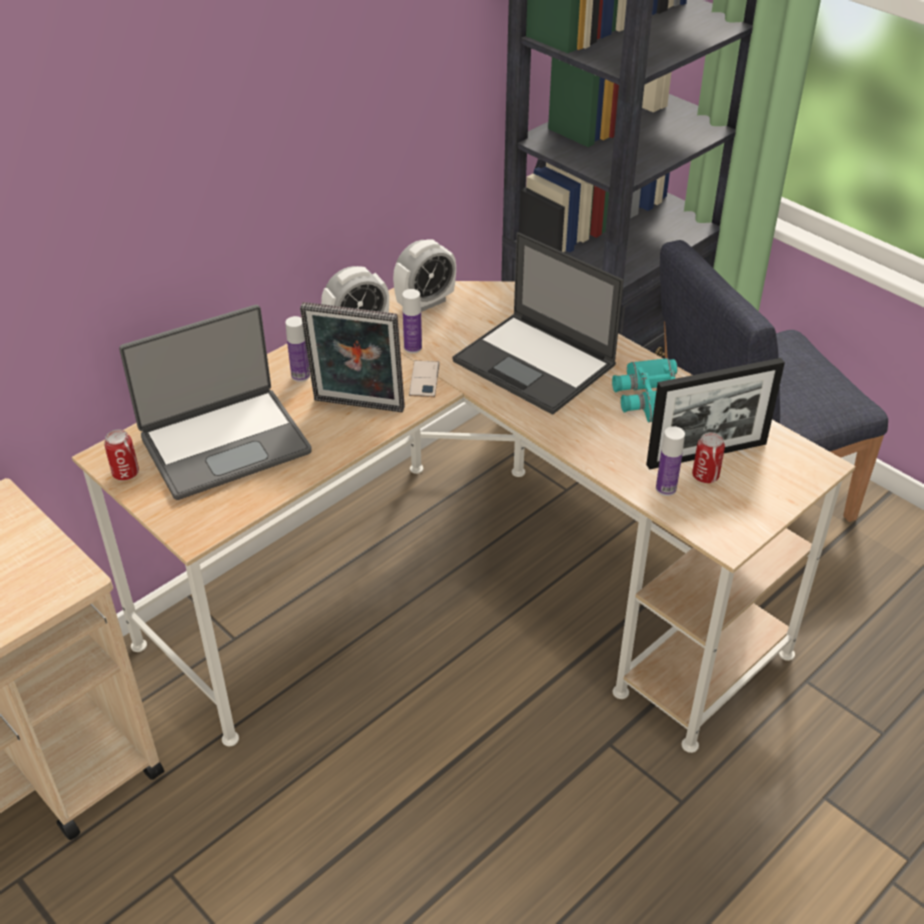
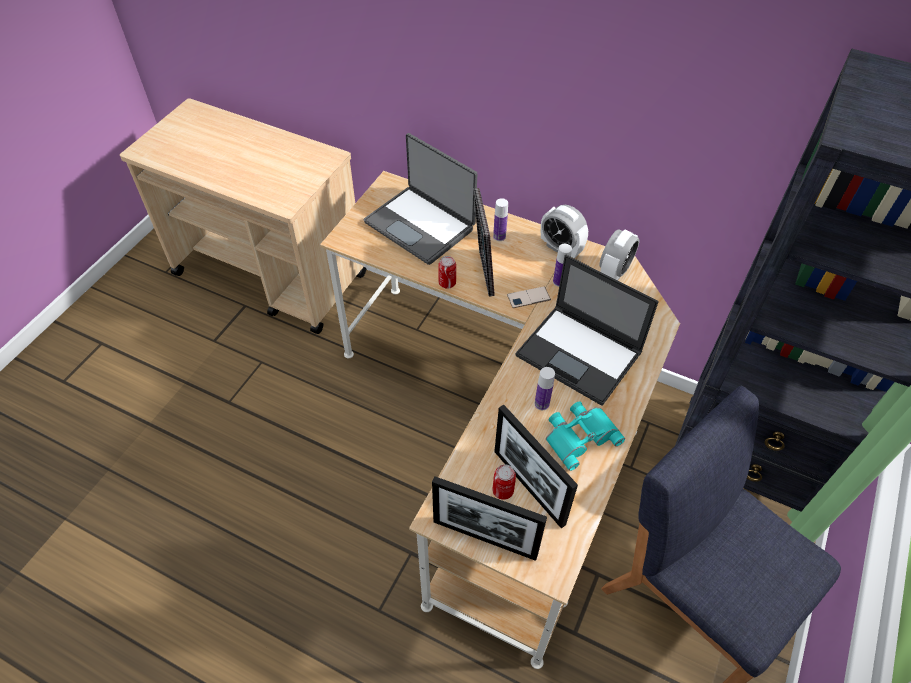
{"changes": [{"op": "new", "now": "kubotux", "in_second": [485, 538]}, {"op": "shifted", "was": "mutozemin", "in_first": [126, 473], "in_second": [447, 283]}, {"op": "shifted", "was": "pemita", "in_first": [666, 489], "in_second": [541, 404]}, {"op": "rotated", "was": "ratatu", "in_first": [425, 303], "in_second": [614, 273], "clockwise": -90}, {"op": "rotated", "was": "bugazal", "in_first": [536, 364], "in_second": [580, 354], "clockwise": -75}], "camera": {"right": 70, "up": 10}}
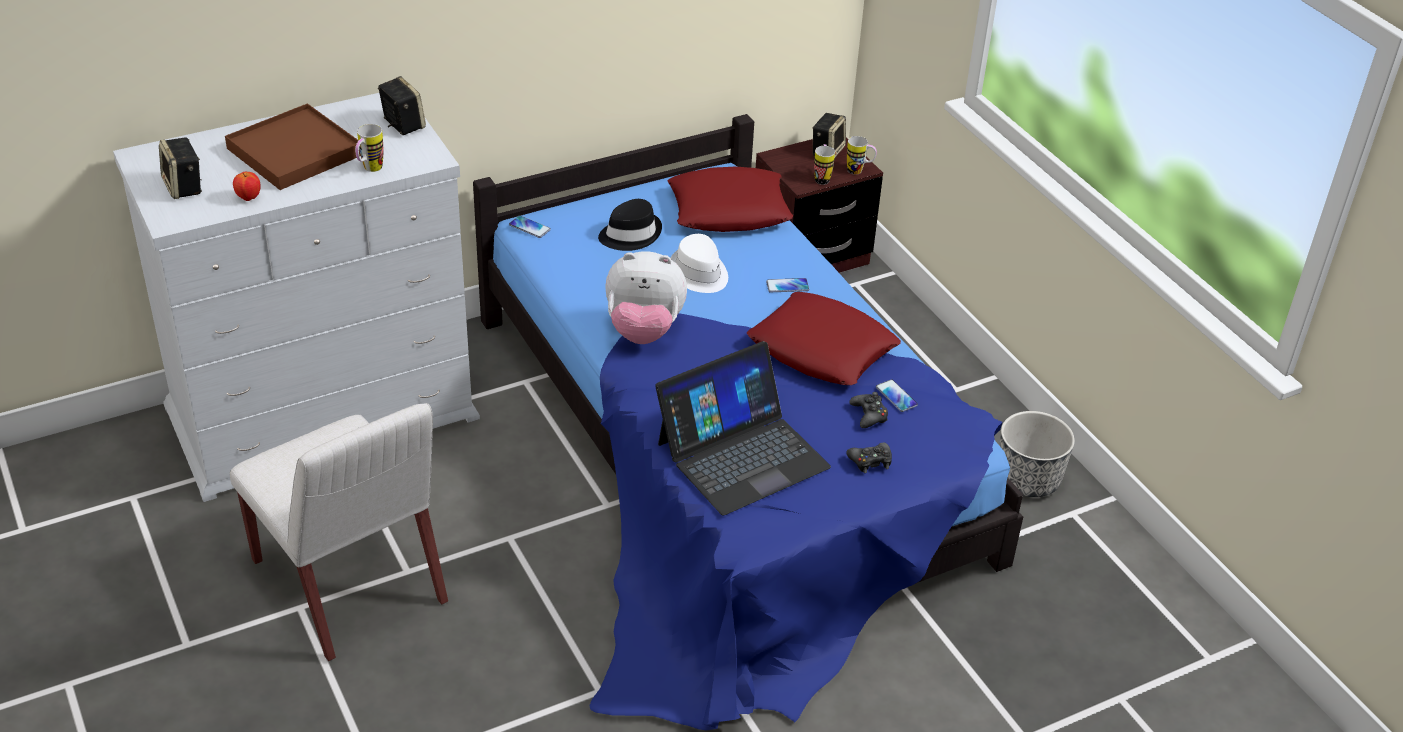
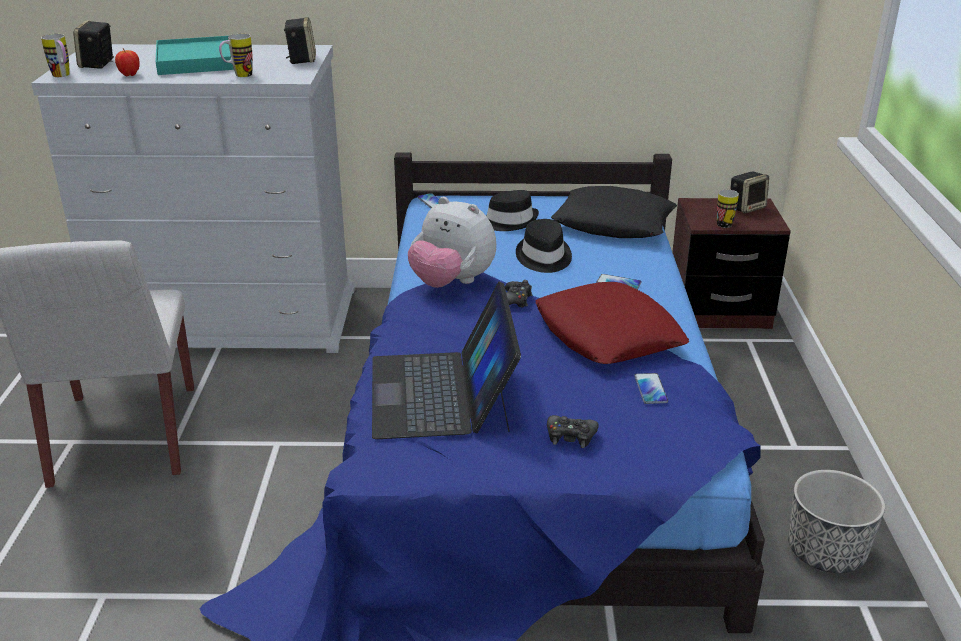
{"changes": [{"op": "shifted", "was": "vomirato", "in_first": [859, 171], "in_second": [63, 76]}, {"op": "shifted", "was": "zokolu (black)", "in_first": [869, 415], "in_second": [515, 300]}, {"op": "repainted", "was": "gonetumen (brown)", "now": "gonetumen (turquoise)", "in_first": [294, 152], "in_second": [201, 60]}, {"op": "repainted", "was": "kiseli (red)", "now": "kiseli (black)", "in_first": [729, 210], "in_second": [613, 223]}, {"op": "repainted", "was": "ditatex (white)", "now": "ditatex (black)", "in_first": [698, 273], "in_second": [543, 257]}, {"op": "rotated", "was": "bugazal", "in_first": [742, 454], "in_second": [441, 393], "clockwise": 90}], "camera": {"right": 30, "up": -10}}
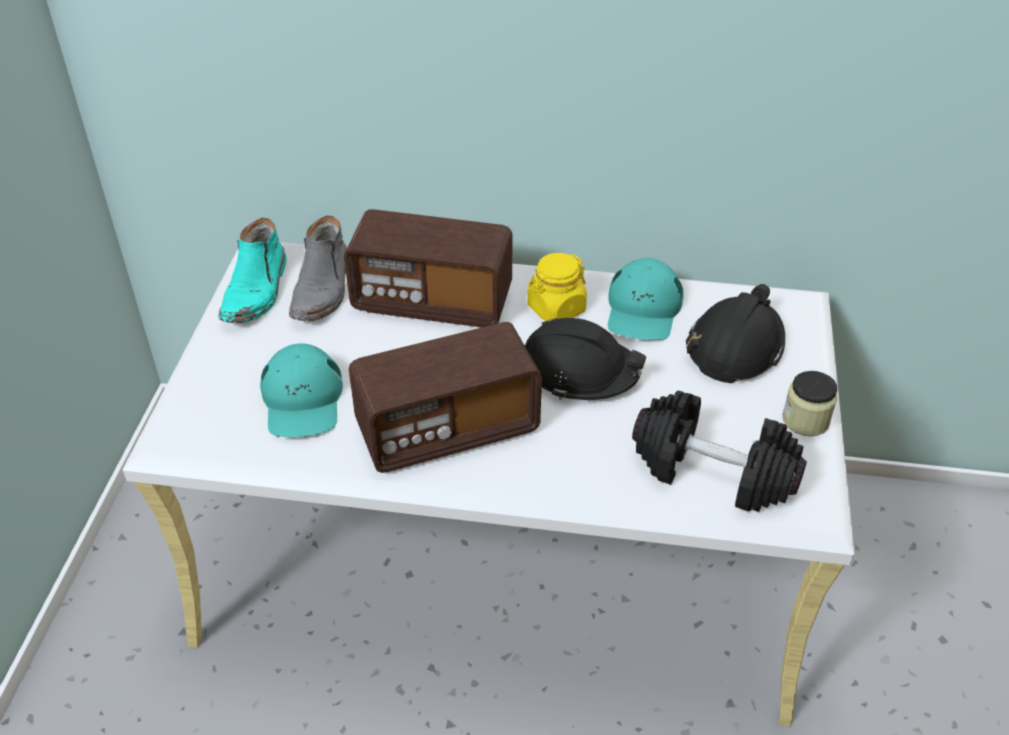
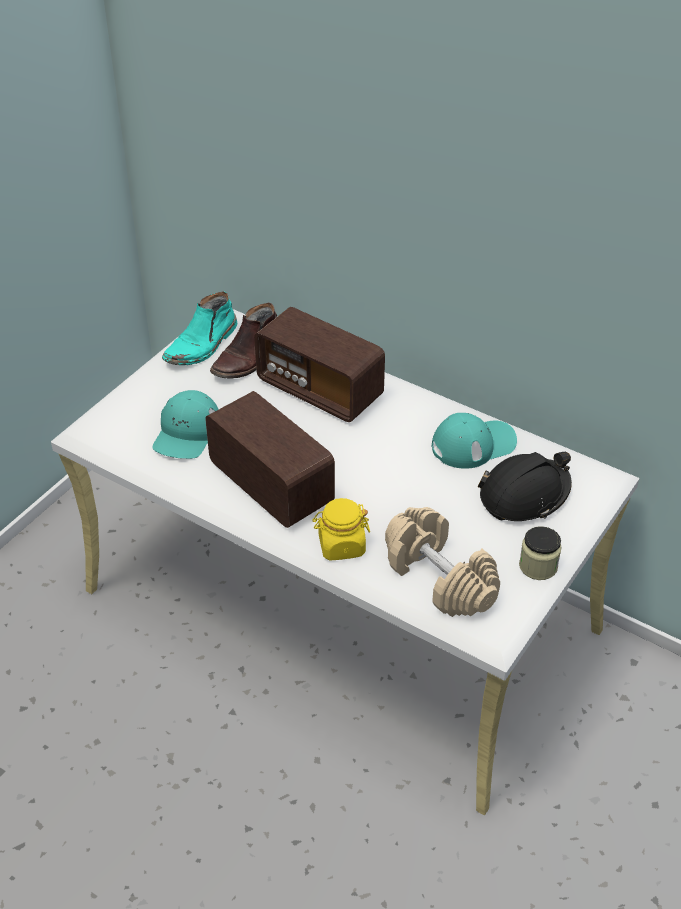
{"changes": [{"op": "gone", "was": "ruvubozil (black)", "in_first": [579, 372]}, {"op": "shifted", "was": "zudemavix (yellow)", "in_first": [556, 309], "in_second": [341, 545]}, {"op": "repainted", "was": "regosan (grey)", "now": "regosan (brown)", "in_first": [323, 289], "in_second": [248, 357]}, {"op": "repainted", "was": "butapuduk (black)", "now": "butapuduk (beige)", "in_first": [712, 472], "in_second": [438, 578]}, {"op": "rotated", "was": "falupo", "in_first": [447, 430], "in_second": [270, 485], "clockwise": -135}, {"op": "rotated", "was": "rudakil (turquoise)", "in_first": [643, 309], "in_second": [473, 444], "clockwise": -150}], "camera": {"right": 25, "up": 0}}
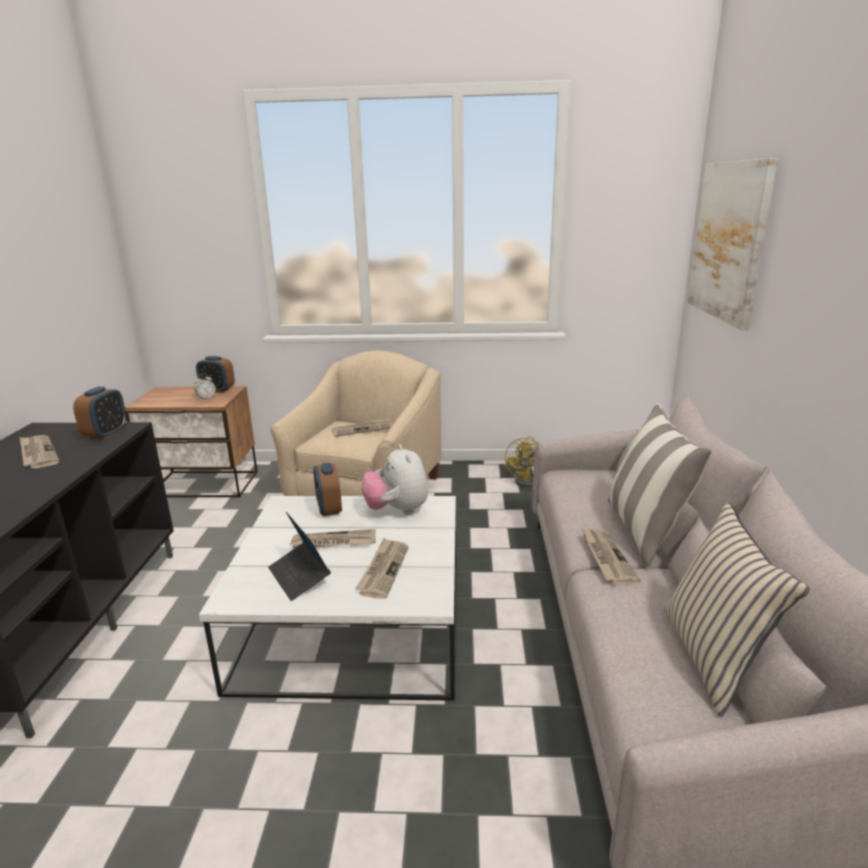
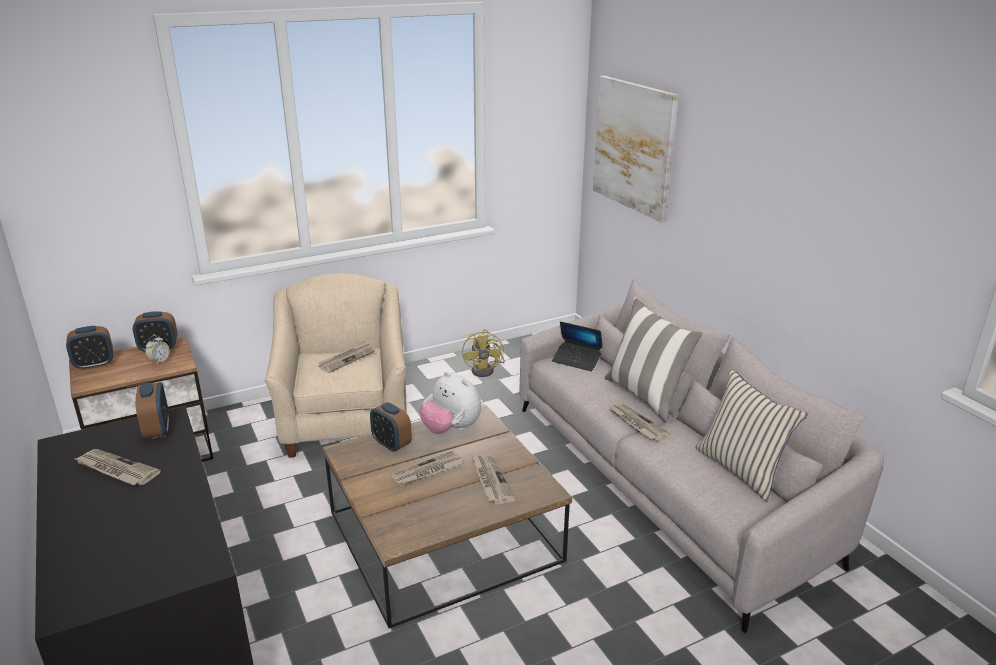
{"changes": [{"op": "new", "now": "ratatu", "in_second": [94, 364]}, {"op": "shifted", "was": "bugazal", "in_first": [299, 577], "in_second": [577, 360]}, {"op": "repainted", "was": "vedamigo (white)", "now": "vedamigo (brown)", "in_first": [355, 625], "in_second": [446, 536]}], "camera": {"right": -30, "up": 5}}
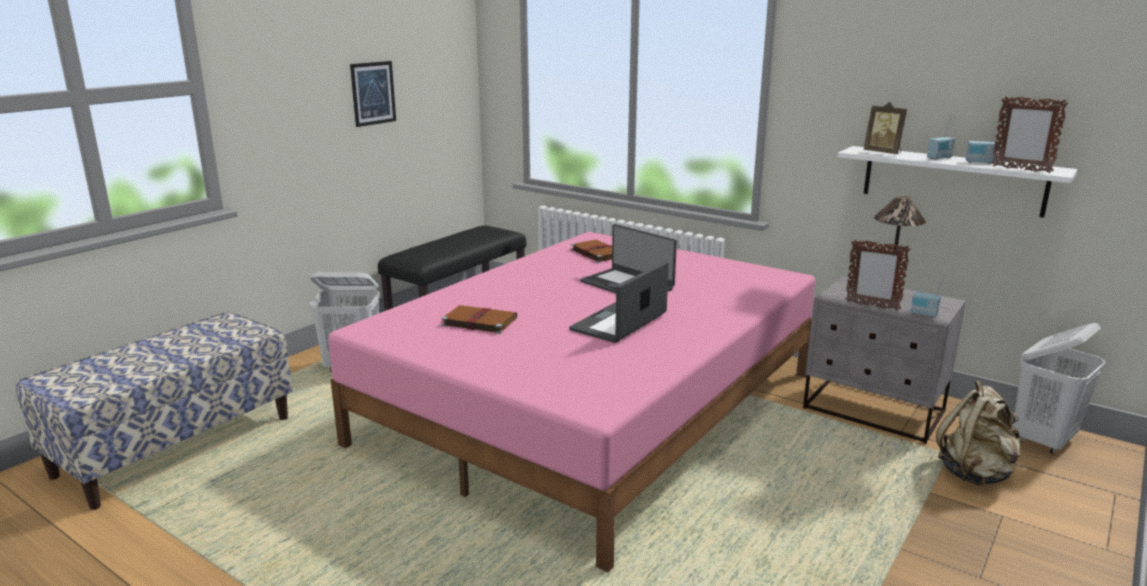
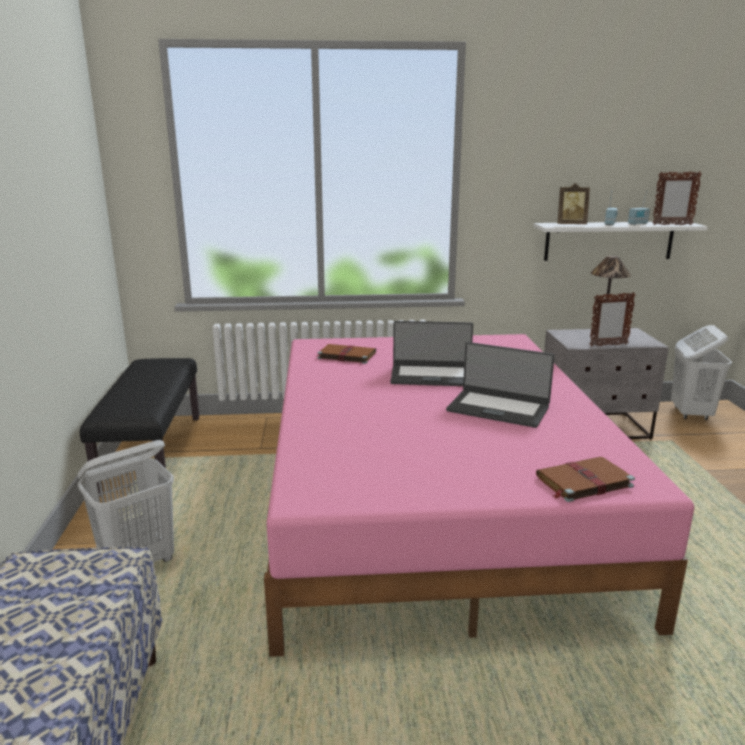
{"changes": [{"op": "gone", "was": "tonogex", "in_first": [373, 93]}, {"op": "gone", "was": "falupo", "in_first": [923, 314]}, {"op": "gone", "was": "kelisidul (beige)", "in_first": [975, 473]}, {"op": "shifted", "was": "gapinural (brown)", "in_first": [478, 321], "in_second": [582, 482]}, {"op": "rotated", "was": "bugazal", "in_first": [620, 322], "in_second": [498, 408], "clockwise": -60}], "camera": {"right": -40, "up": 0}}
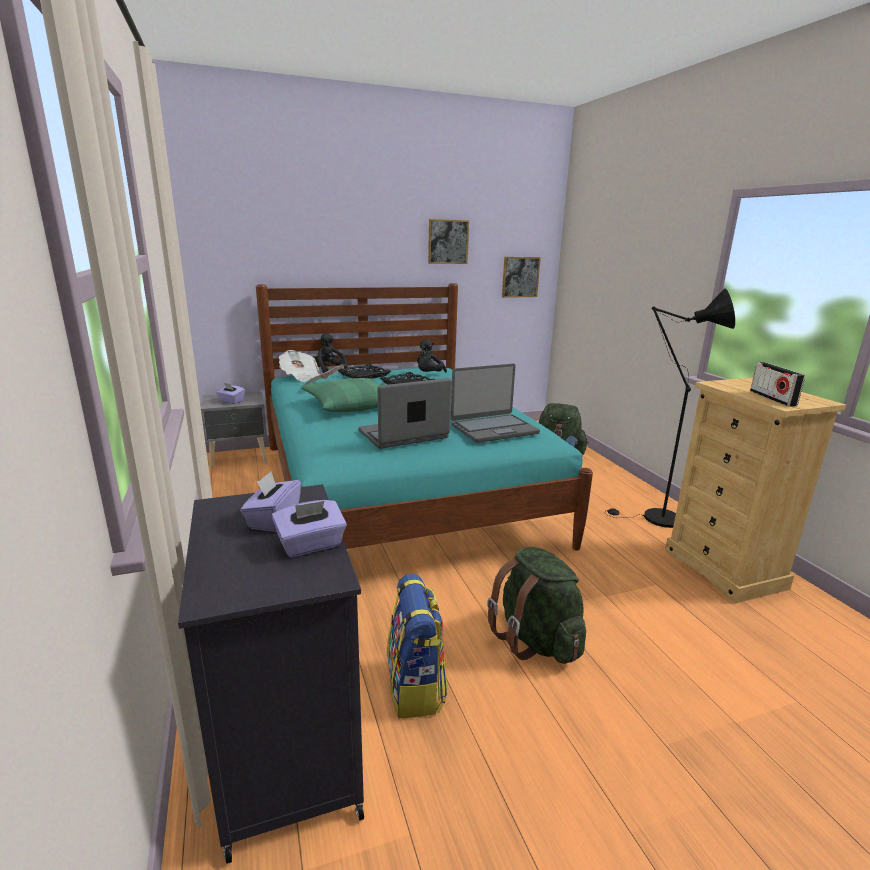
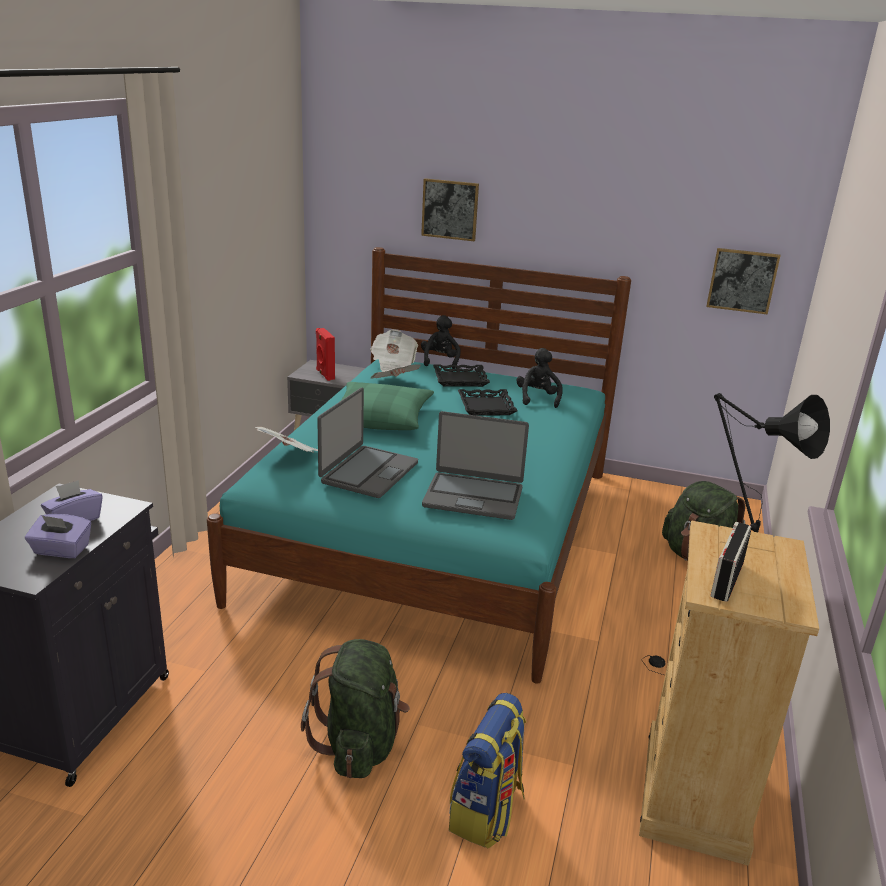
{"changes": [{"op": "new", "now": "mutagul", "in_second": [289, 455]}, {"op": "shifted", "was": "kelisidul", "in_first": [416, 687], "in_second": [487, 812]}, {"op": "shifted", "was": "tonogex", "in_first": [448, 242], "in_second": [450, 209]}, {"op": "swapped", "was": "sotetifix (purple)", "now": "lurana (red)", "in_first": [231, 401], "in_second": [324, 375]}, {"op": "rotated", "was": "bugazal", "in_first": [403, 435], "in_second": [368, 472], "clockwise": 105}, {"op": "rotated", "was": "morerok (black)", "in_first": [429, 375], "in_second": [537, 398], "clockwise": 120}], "camera": {"right": 35, "up": 5}}
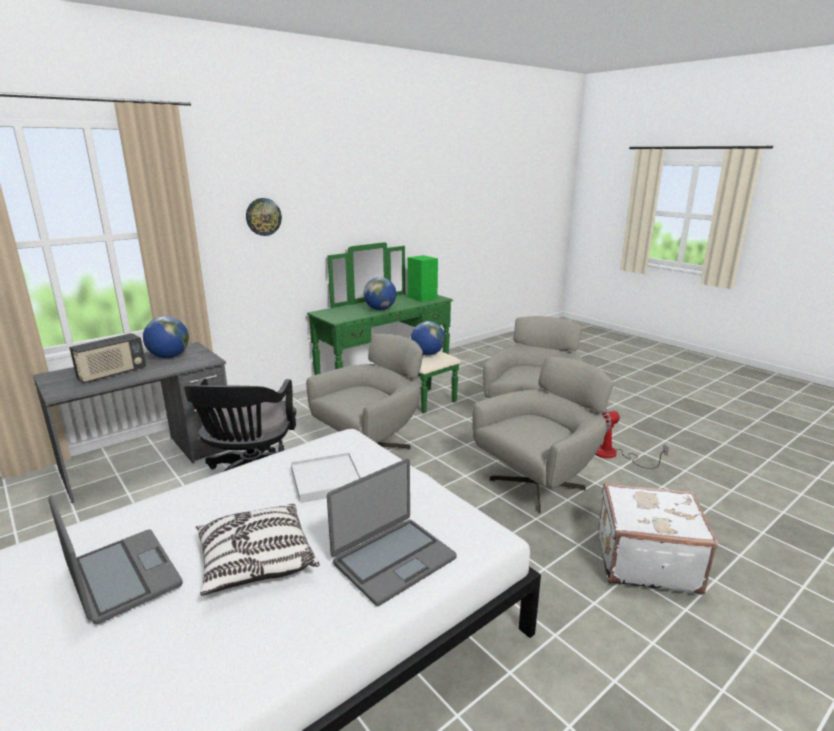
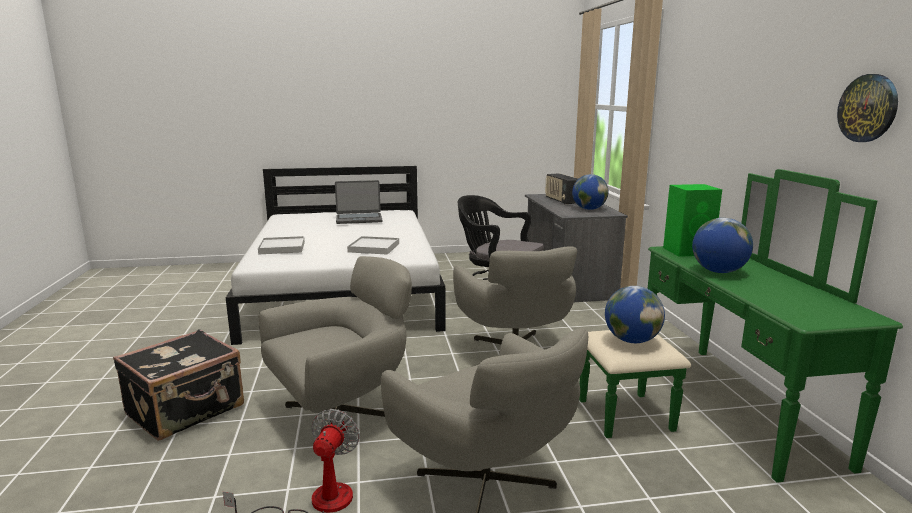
{"changes": [{"op": "gone", "was": "kiseli", "in_first": [256, 562]}, {"op": "shifted", "was": "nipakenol", "in_first": [263, 216], "in_second": [868, 108]}, {"op": "shifted", "was": "lurana (green)", "in_first": [422, 298], "in_second": [689, 251]}, {"op": "swapped", "was": "bugazal", "now": "gonetumen (white)", "in_first": [393, 559], "in_second": [282, 248]}, {"op": "repainted", "was": "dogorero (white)", "now": "dogorero (black)", "in_first": [645, 561], "in_second": [187, 410]}, {"op": "rotated", "was": "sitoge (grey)", "in_first": [539, 484], "in_second": [343, 411], "clockwise": -120}], "camera": {"right": 120, "up": -5}}
